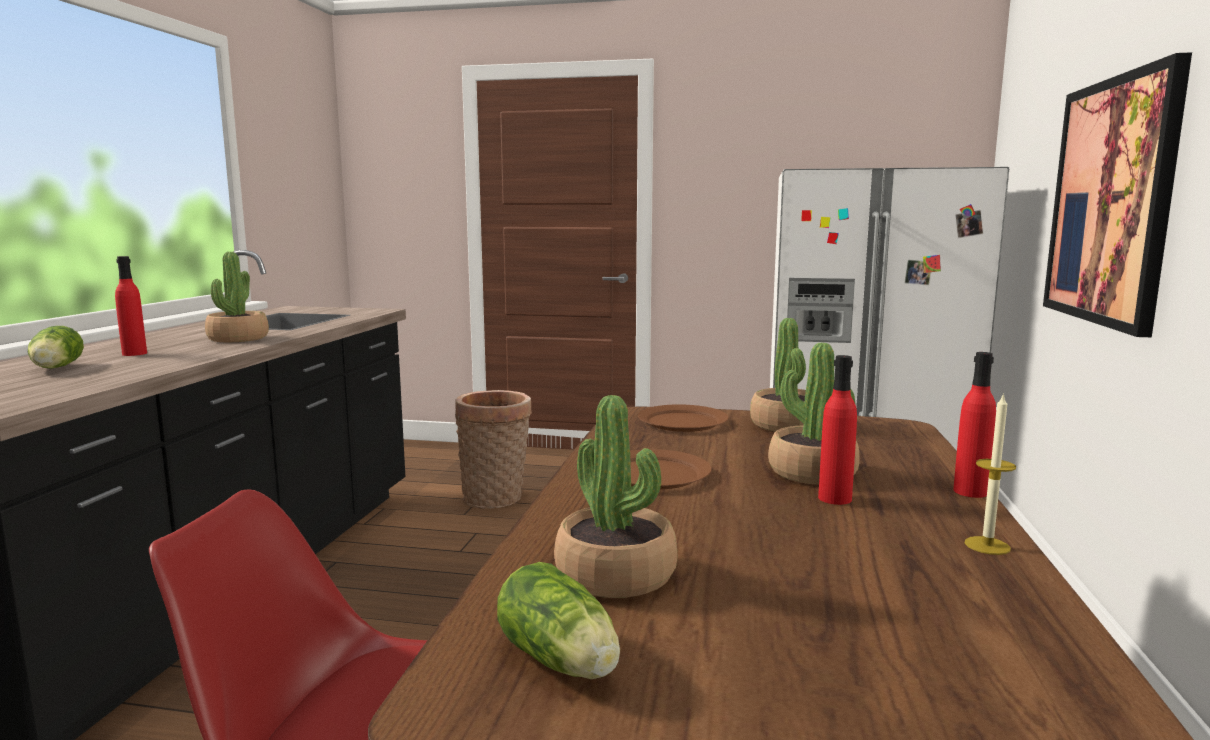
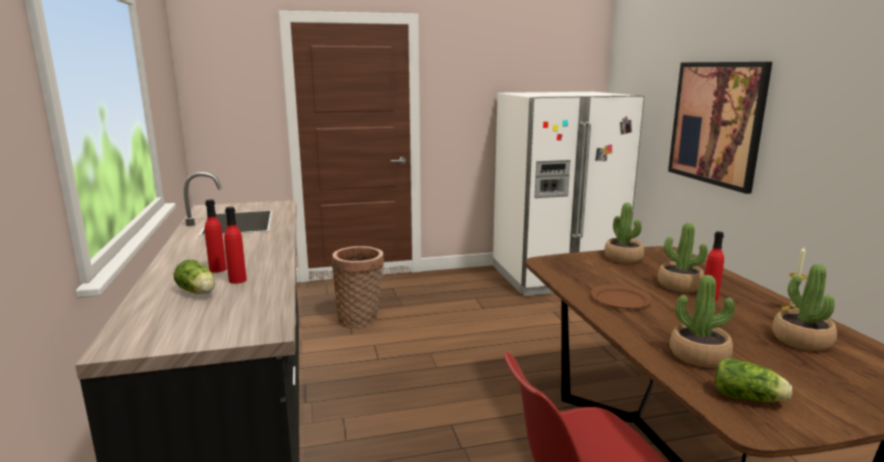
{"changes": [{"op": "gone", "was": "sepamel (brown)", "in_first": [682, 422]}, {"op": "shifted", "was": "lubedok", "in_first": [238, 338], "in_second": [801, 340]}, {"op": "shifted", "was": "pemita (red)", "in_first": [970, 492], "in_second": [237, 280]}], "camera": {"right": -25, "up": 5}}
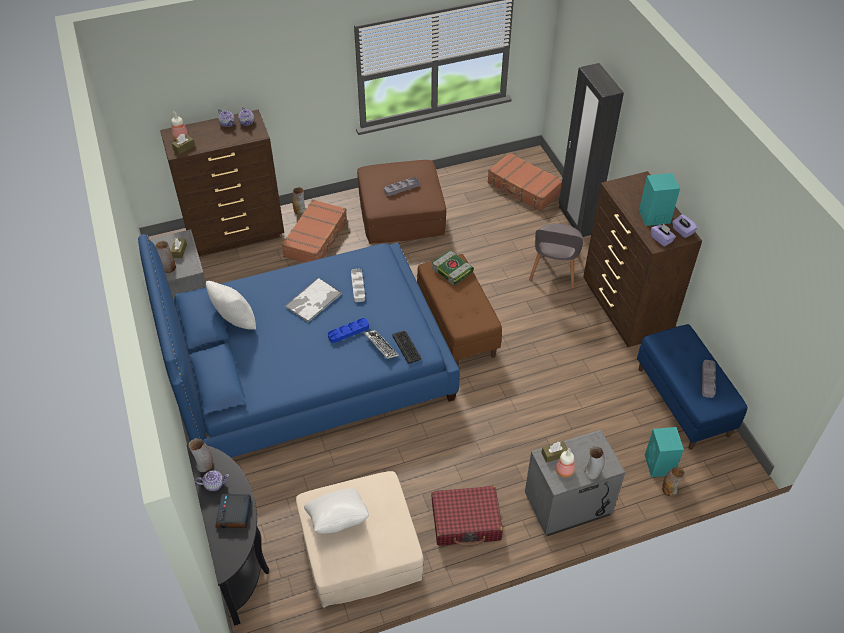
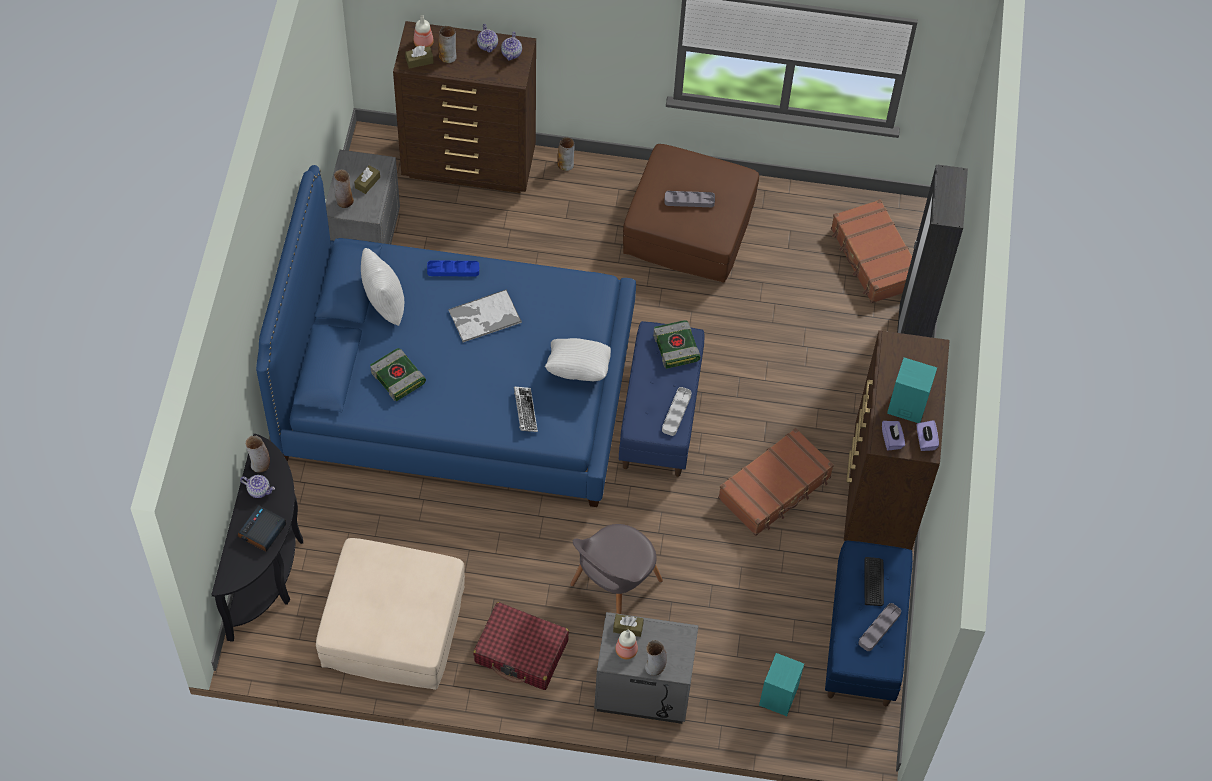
{"changes": [{"op": "new", "now": "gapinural", "in_second": [399, 378]}, {"op": "shifted", "was": "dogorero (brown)", "in_first": [316, 239], "in_second": [775, 488]}, {"op": "shifted", "was": "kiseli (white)", "in_first": [338, 521], "in_second": [577, 371]}, {"op": "shifted", "was": "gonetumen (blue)", "in_first": [348, 332], "in_second": [453, 270]}, {"op": "shifted", "was": "gonetumen (grey)", "in_first": [358, 287], "in_second": [676, 413]}, {"op": "shifted", "was": "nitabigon", "in_first": [406, 347], "in_second": [874, 582]}, {"op": "shifted", "was": "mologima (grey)", "in_first": [554, 270], "in_second": [613, 585]}, {"op": "shifted", "was": "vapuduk", "in_first": [669, 489], "in_second": [447, 56]}, {"op": "repainted", "was": "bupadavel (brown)", "now": "bupadavel (blue)", "in_first": [456, 326], "in_second": [659, 415]}], "camera": {"right": 25, "up": 10}}
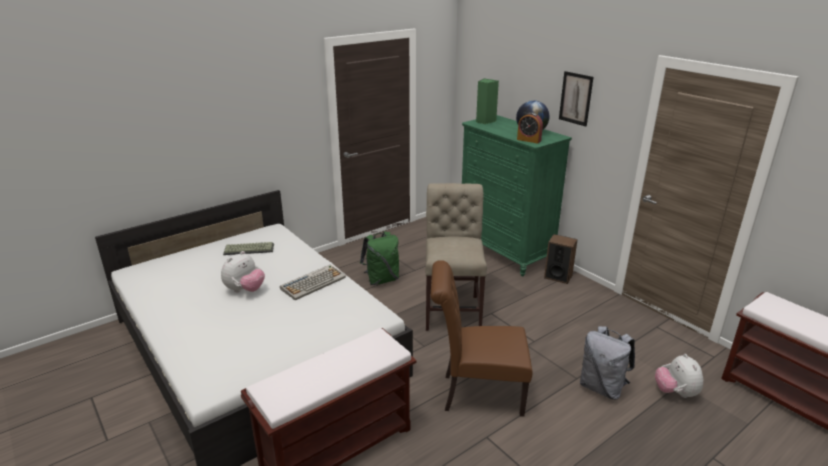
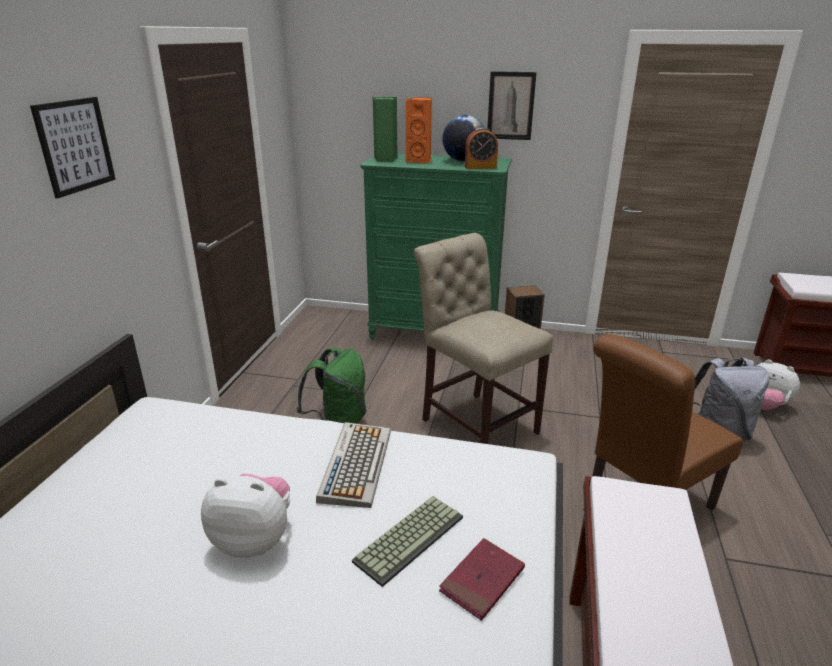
{"changes": [{"op": "new", "now": "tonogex", "in_second": [75, 146]}, {"op": "new", "now": "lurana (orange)", "in_second": [420, 160]}, {"op": "new", "now": "gapinural (red)", "in_second": [482, 580]}, {"op": "shifted", "was": "nitabigon", "in_first": [249, 249], "in_second": [409, 537]}, {"op": "rotated", "was": "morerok", "in_first": [245, 290], "in_second": [254, 539], "clockwise": -75}], "camera": {"right": -40, "up": 0}}
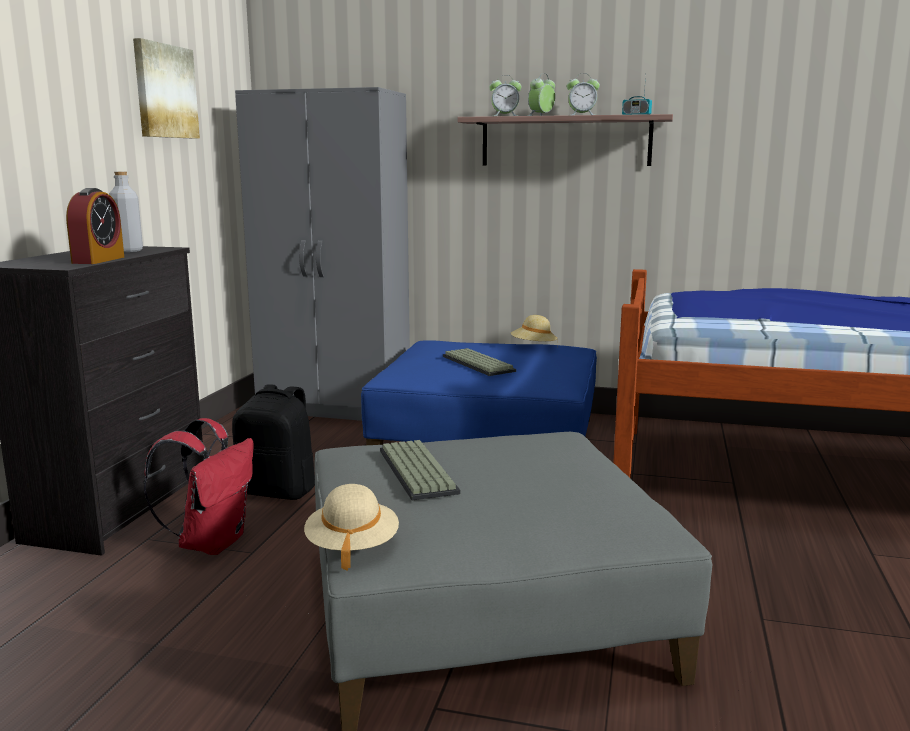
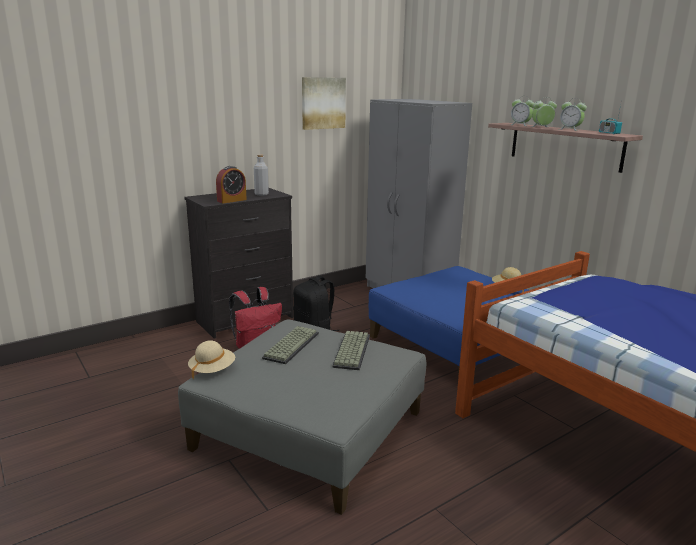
{"changes": [{"op": "shifted", "was": "nitabigon", "in_first": [476, 364], "in_second": [351, 350]}], "camera": {"right": 40, "up": 5}}
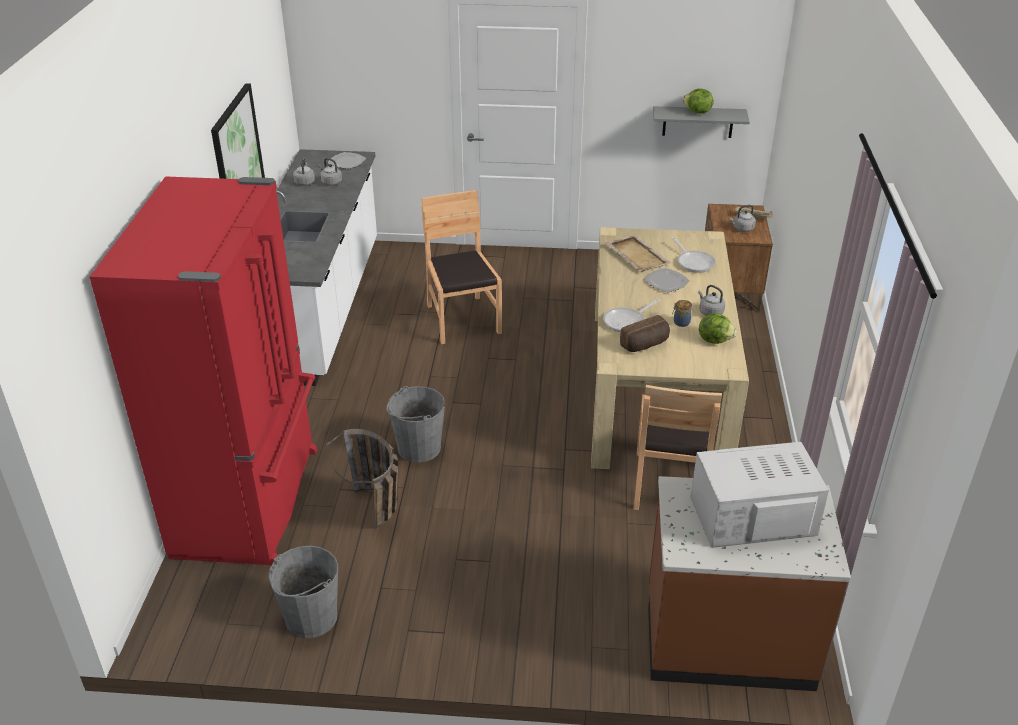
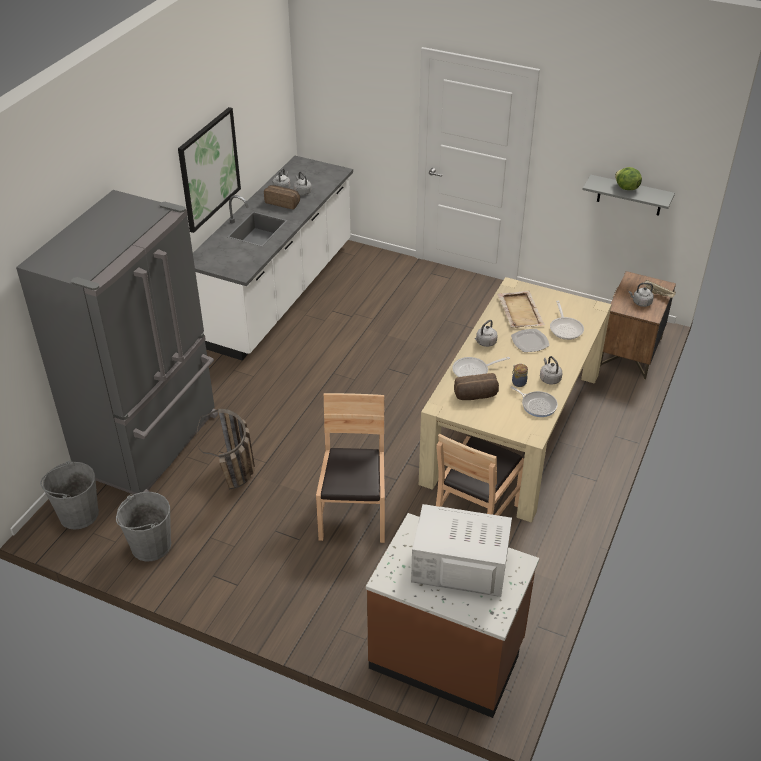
{"changes": [{"op": "gone", "was": "sepamel", "in_first": [346, 162]}, {"op": "new", "now": "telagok", "in_second": [283, 202]}, {"op": "new", "now": "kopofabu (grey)", "in_second": [485, 343]}, {"op": "shifted", "was": "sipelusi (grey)", "in_first": [418, 448], "in_second": [78, 514]}, {"op": "shifted", "was": "mologima (brown)", "in_first": [462, 320], "in_second": [354, 513]}, {"op": "swapped", "was": "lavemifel", "now": "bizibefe", "in_first": [715, 340], "in_second": [537, 405]}, {"op": "repainted", "was": "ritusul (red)", "now": "ritusul (grey)", "in_first": [251, 501], "in_second": [152, 444]}], "camera": {"right": 20, "up": 5}}
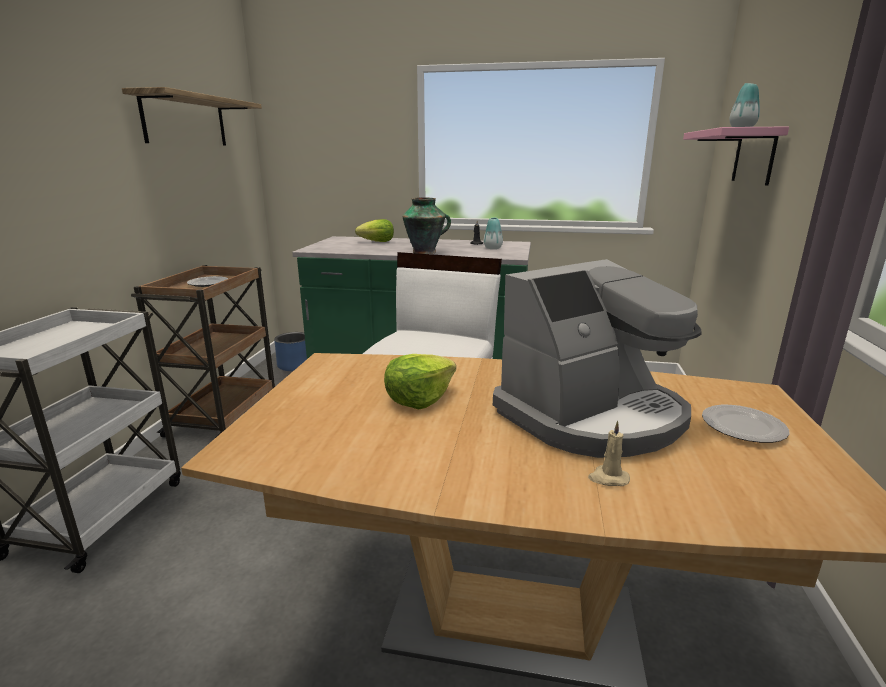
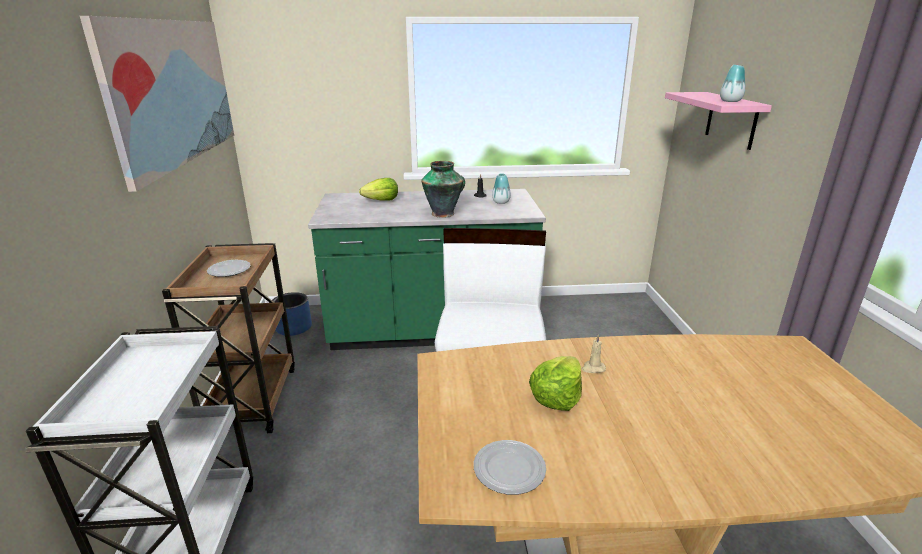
{"changes": [{"op": "gone", "was": "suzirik", "in_first": [592, 416]}, {"op": "shifted", "was": "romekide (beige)", "in_first": [608, 478], "in_second": [593, 368]}, {"op": "shifted", "was": "sepamel", "in_first": [743, 427], "in_second": [510, 469]}, {"op": "swapped", "was": "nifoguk", "now": "tonogex", "in_first": [185, 121], "in_second": [175, 92]}], "camera": {"right": -15, "up": 5}}
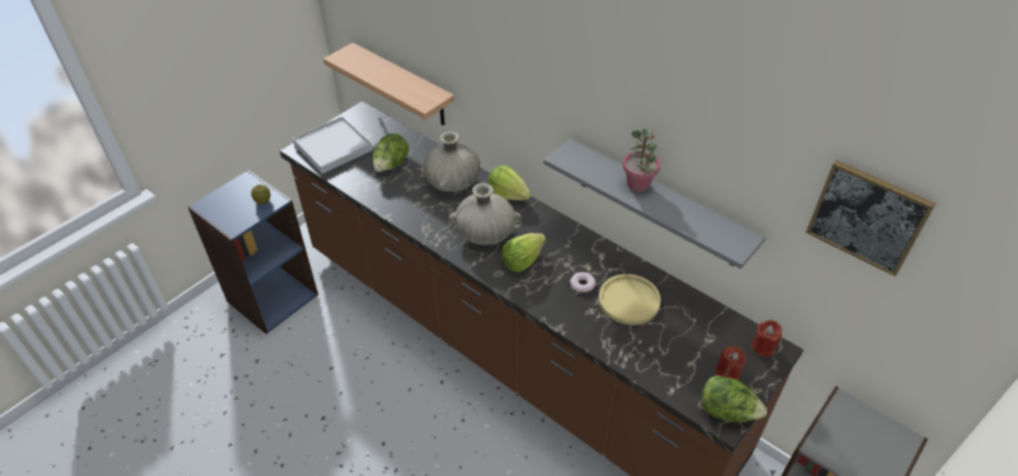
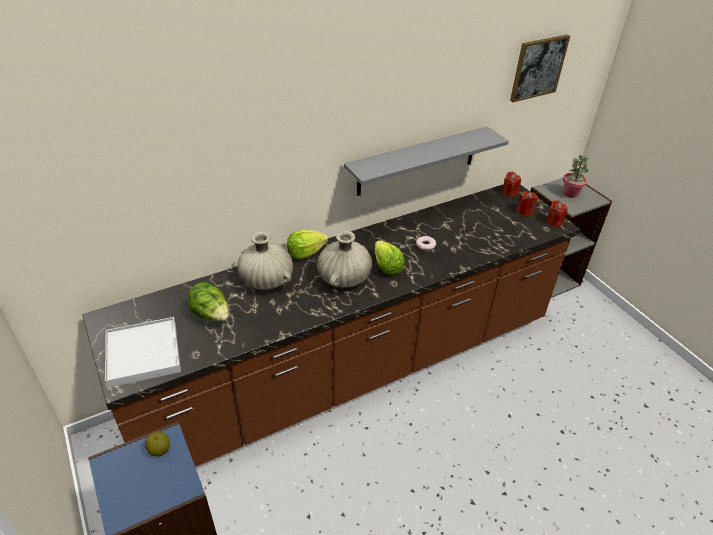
{"changes": [{"op": "gone", "was": "nifoguk", "in_first": [403, 85]}, {"op": "gone", "was": "sepamel (yellow)", "in_first": [629, 300]}, {"op": "shifted", "was": "lubedok", "in_first": [638, 185], "in_second": [570, 194]}, {"op": "swapped", "was": "lavemifel", "now": "romekide (red)", "in_first": [727, 411], "in_second": [554, 222]}], "camera": {"right": -70, "up": -5}}
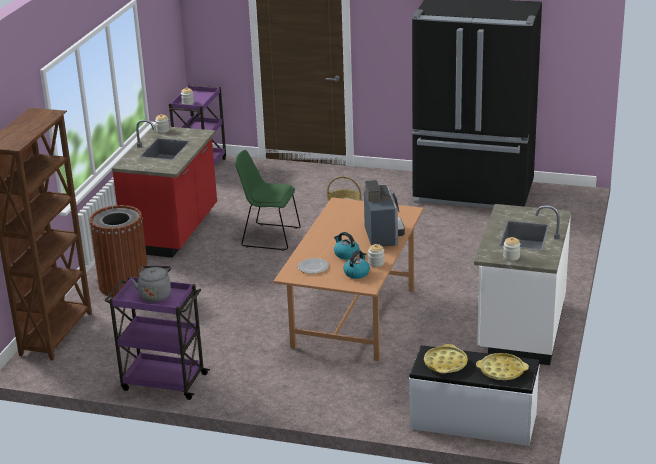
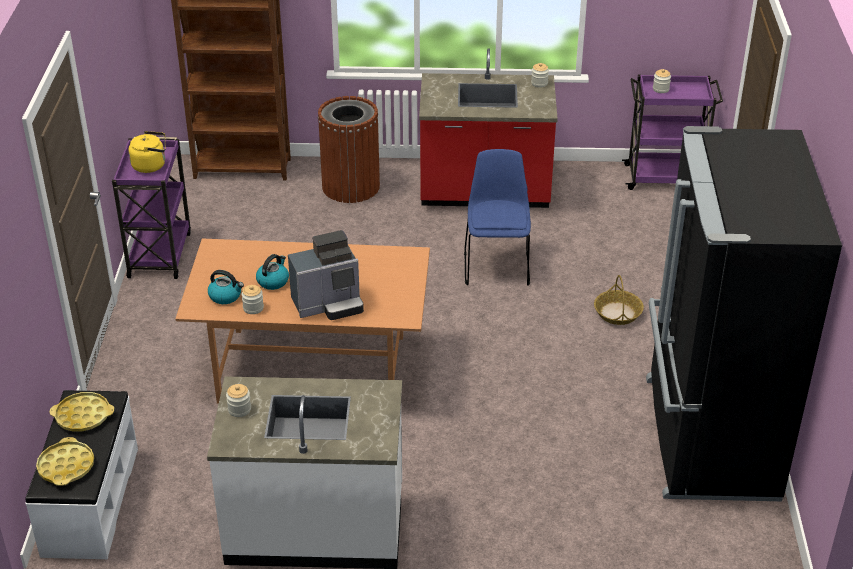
{"changes": [{"op": "gone", "was": "sepamel", "in_first": [313, 267]}, {"op": "repainted", "was": "kopofabu (grey)", "now": "kopofabu (yellow)", "in_first": [155, 295], "in_second": [151, 165]}, {"op": "repainted", "was": "mologima (green)", "now": "mologima (blue)", "in_first": [268, 237], "in_second": [496, 266]}], "camera": {"right": 75, "up": 10}}
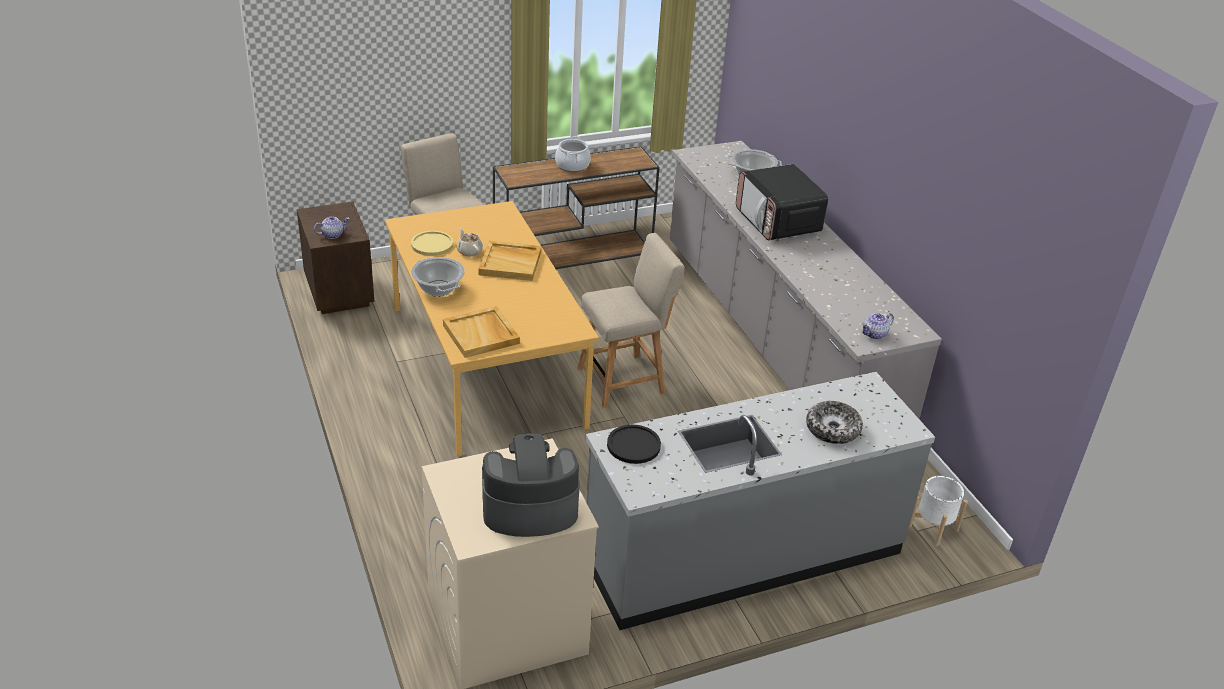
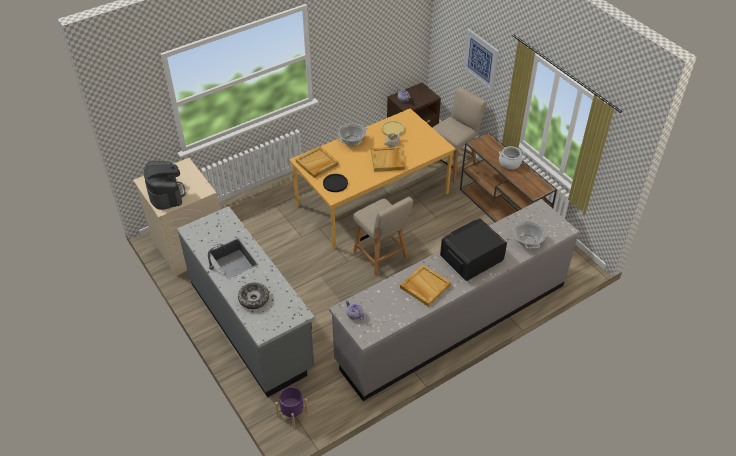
{"changes": [{"op": "new", "now": "gonetumen (beige)", "in_second": [424, 286]}, {"op": "new", "now": "tonogex", "in_second": [481, 59]}, {"op": "shifted", "was": "sepamel (black)", "in_first": [633, 445], "in_second": [335, 183]}, {"op": "repainted", "was": "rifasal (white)", "now": "rifasal (purple)", "in_first": [933, 527], "in_second": [293, 414]}], "camera": {"right": 80, "up": 10}}
